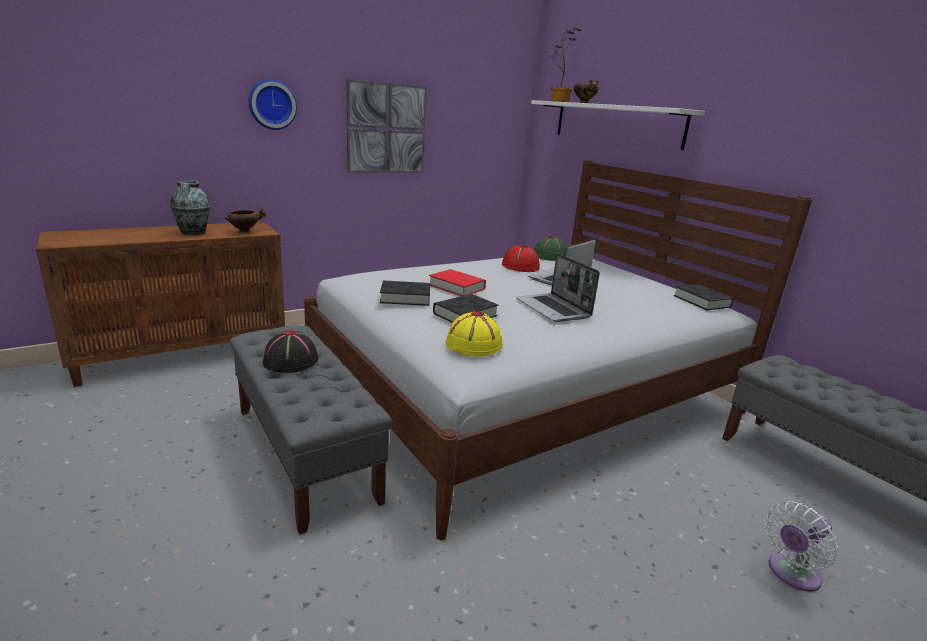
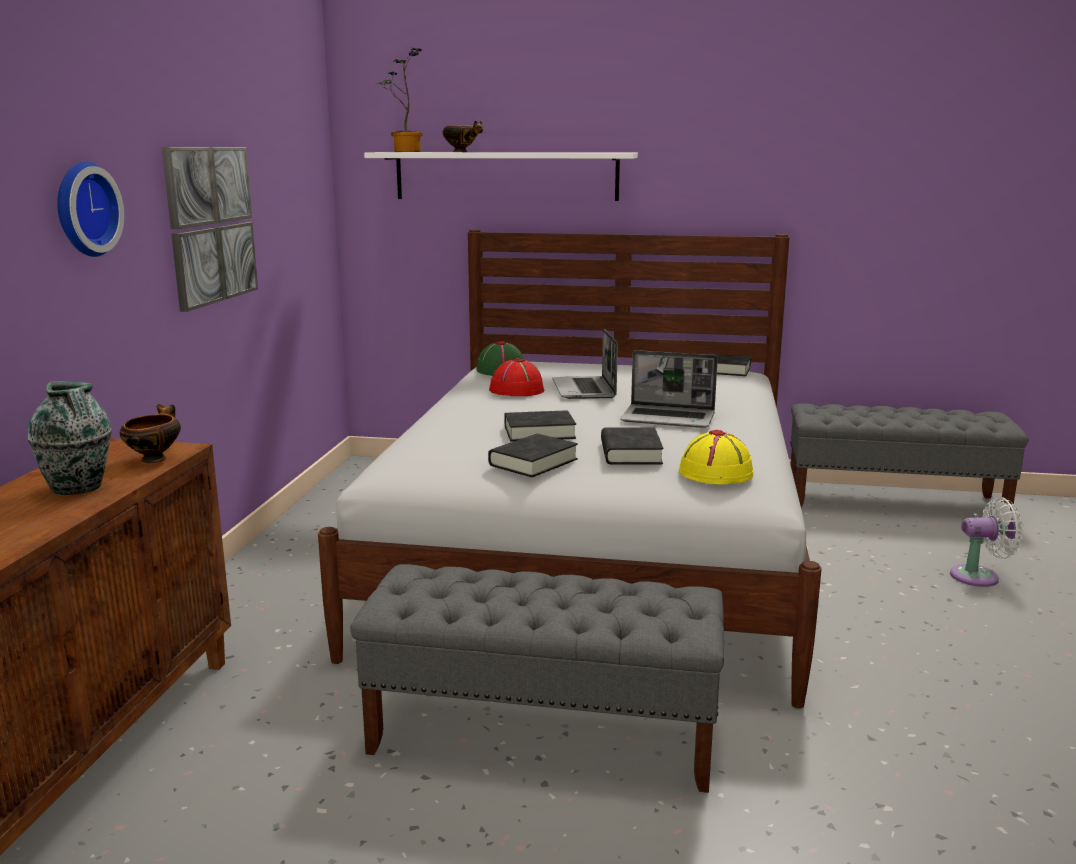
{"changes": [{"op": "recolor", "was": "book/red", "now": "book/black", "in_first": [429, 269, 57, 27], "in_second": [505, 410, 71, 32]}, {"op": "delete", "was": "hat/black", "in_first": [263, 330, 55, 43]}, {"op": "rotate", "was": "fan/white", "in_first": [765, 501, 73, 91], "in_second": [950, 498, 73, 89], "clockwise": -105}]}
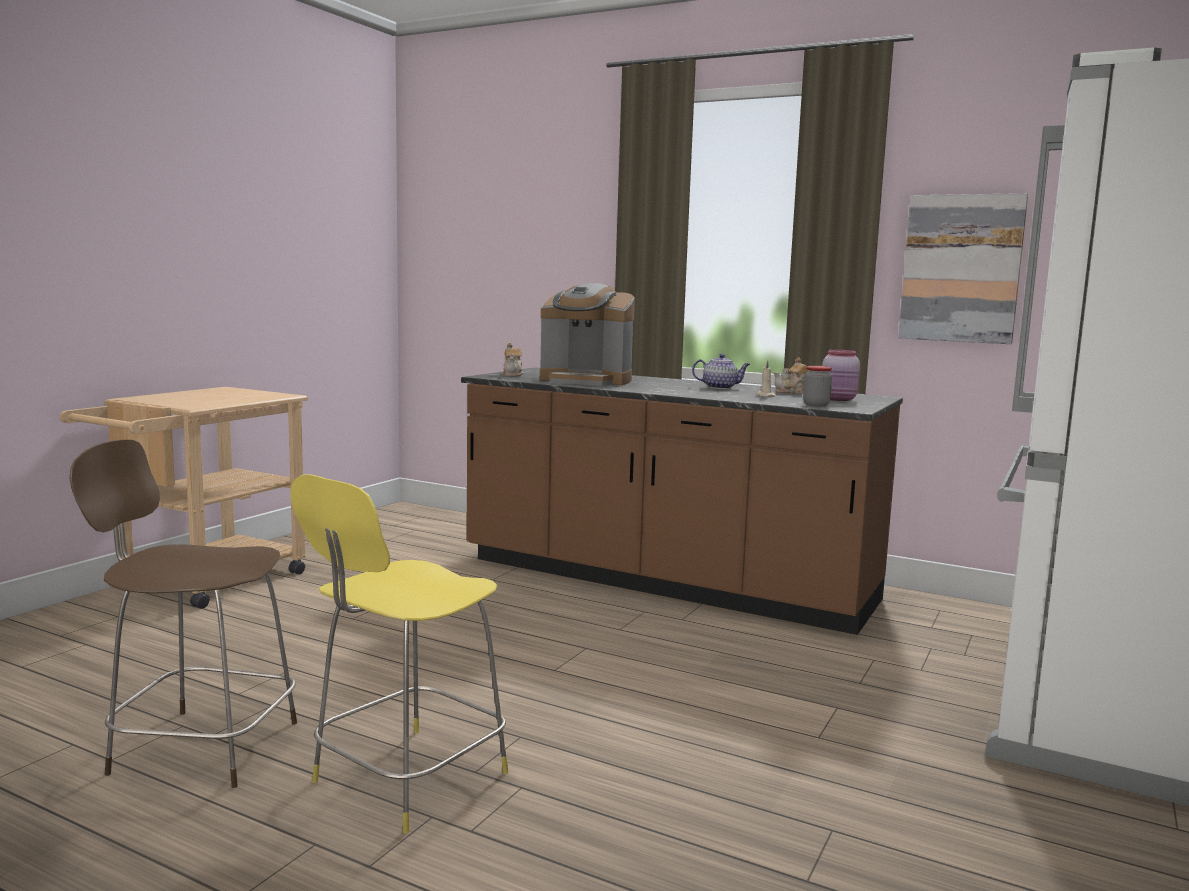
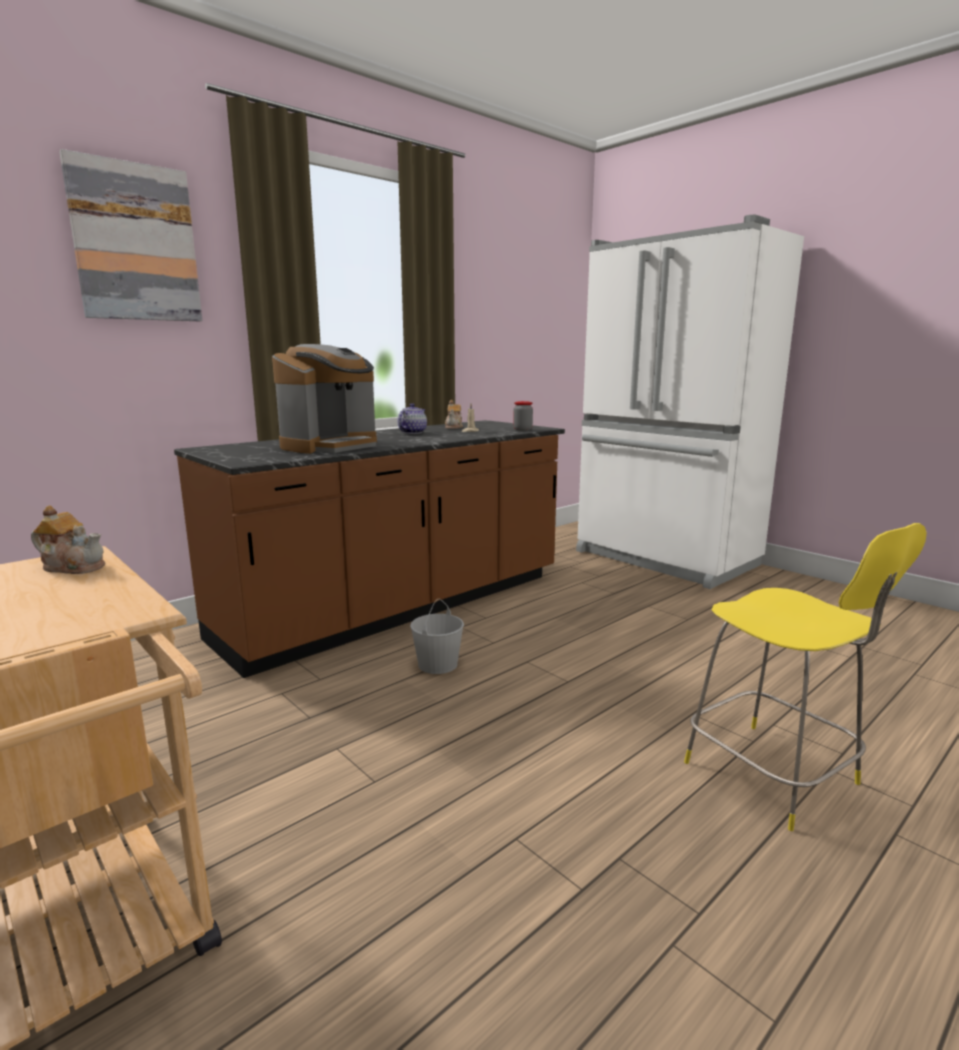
{"changes": [{"op": "move", "was": "picture", "in_first": [898, 193, 130, 151], "in_second": [59, 149, 143, 172]}, {"op": "move", "was": "teapot", "in_first": [503, 343, 20, 33], "in_second": [31, 505, 74, 69]}, {"op": "delete", "was": "jar/pink", "in_first": [822, 349, 38, 52]}, {"op": "delete", "was": "chair/brown", "in_first": [69, 439, 228, 349]}, {"op": "insert", "now": "bucket/white", "in_second": [410, 599, 54, 75]}]}
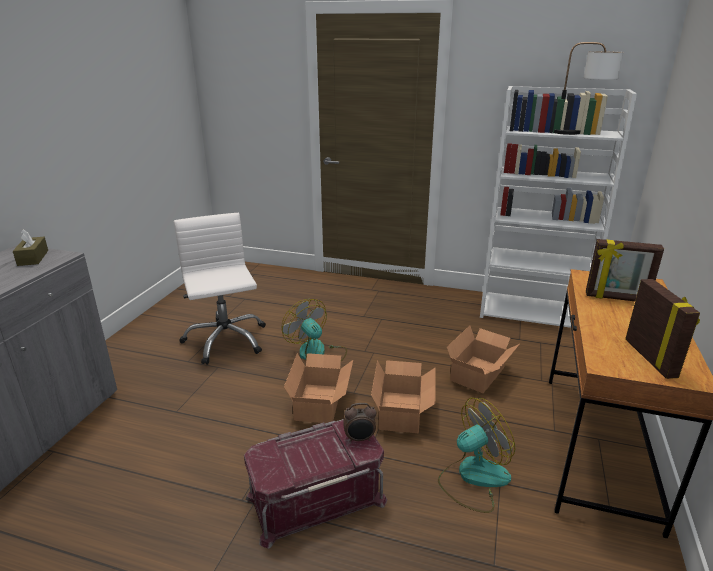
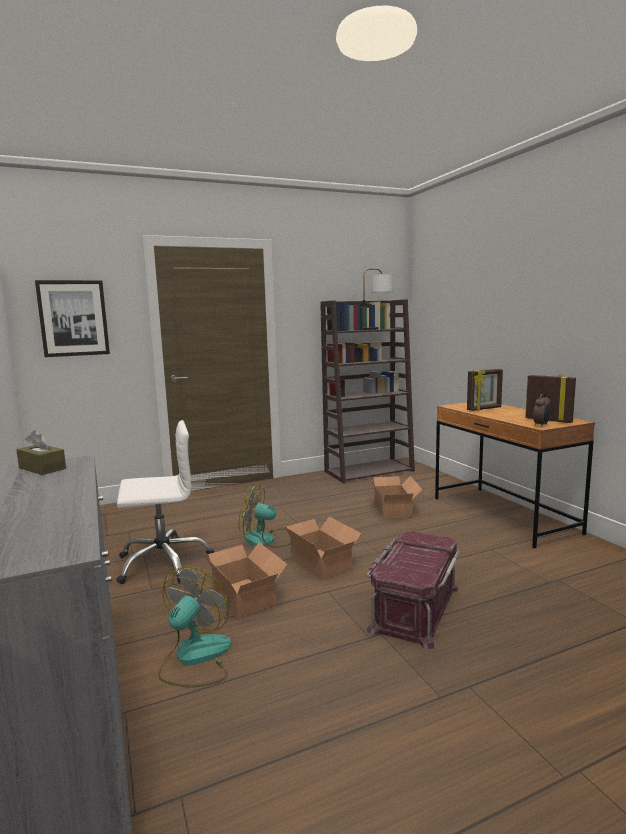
{"changes": [{"op": "recolor", "was": "bookcase/white", "now": "bookcase/brown", "in_first": [480, 86, 157, 242], "in_second": [320, 299, 95, 185]}, {"op": "rotate", "was": "office chair/white", "in_first": [174, 213, 92, 152], "in_second": [116, 420, 98, 164], "clockwise": 135}, {"op": "move", "was": "cardboard box", "in_first": [371, 360, 64, 73], "in_second": [203, 542, 84, 76]}, {"op": "move", "was": "fan", "in_first": [438, 398, 77, 115], "in_second": [158, 566, 74, 121]}, {"op": "move", "was": "alarm clock", "in_first": [343, 403, 33, 40], "in_second": [533, 393, 18, 34]}, {"op": "insert", "now": "picture", "in_second": [35, 280, 75, 77]}]}
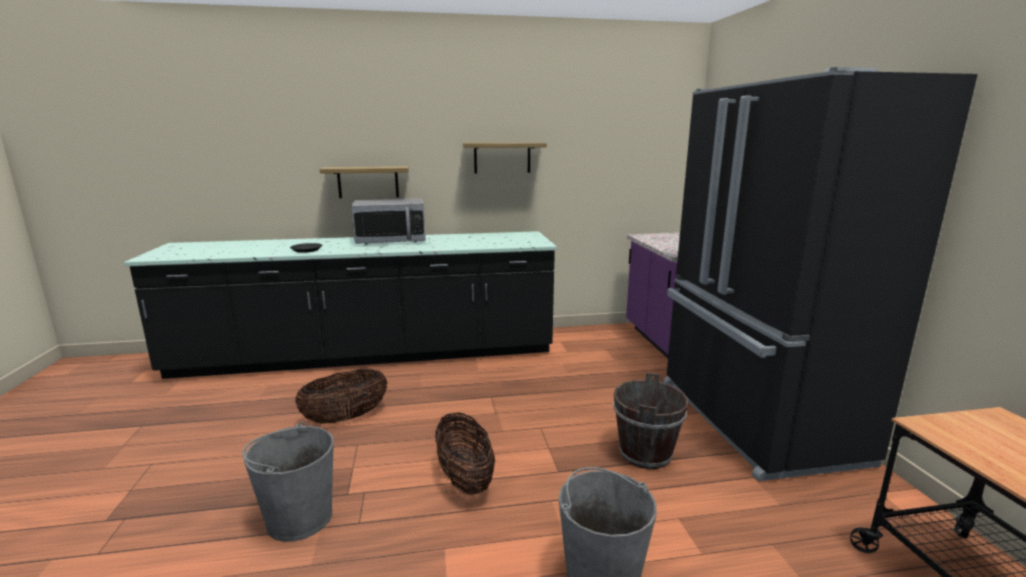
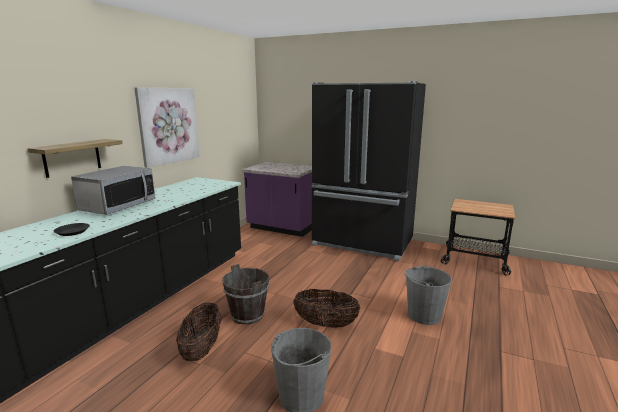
{"changes": [{"op": "replace", "was": "shelf", "now": "picture", "in_first": [463, 143, 84, 31], "in_second": [134, 87, 66, 81]}, {"op": "move", "was": "bucket/brown", "in_first": [613, 372, 75, 97], "in_second": [222, 264, 48, 61]}]}
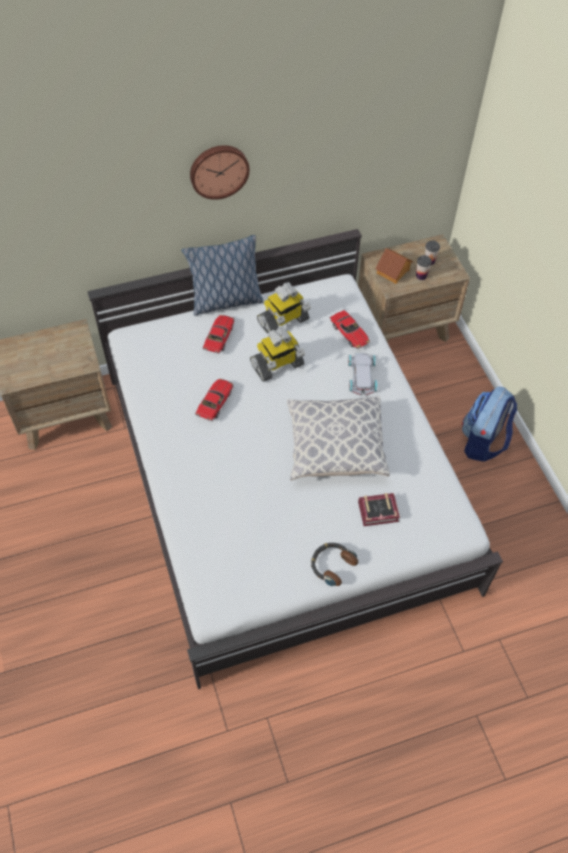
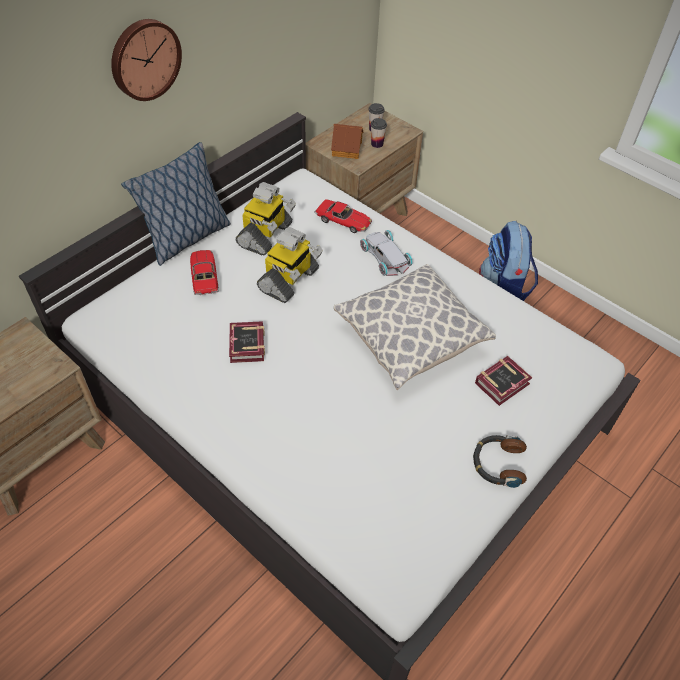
{"changes": [{"op": "replace", "was": "toy car", "now": "book", "in_first": [195, 379, 38, 42], "in_second": [229, 321, 36, 42]}]}
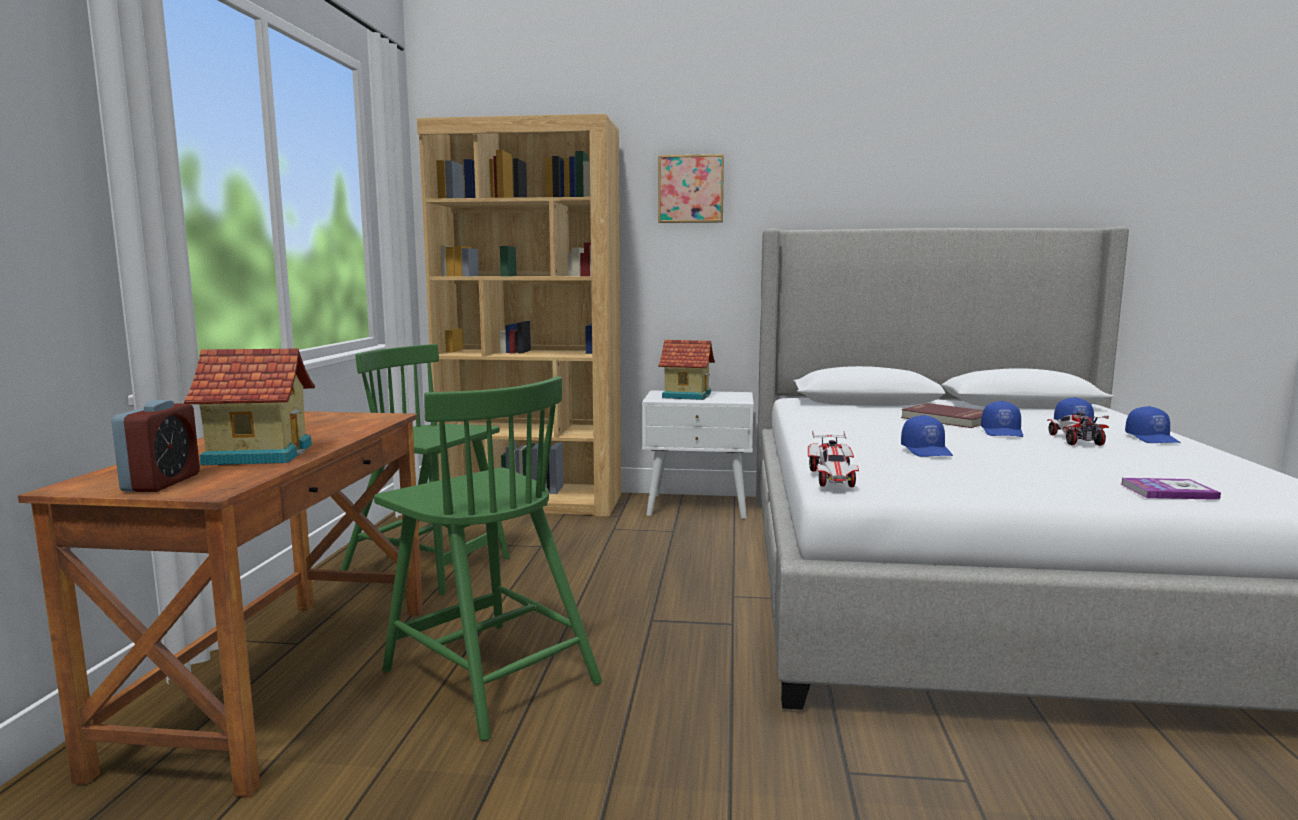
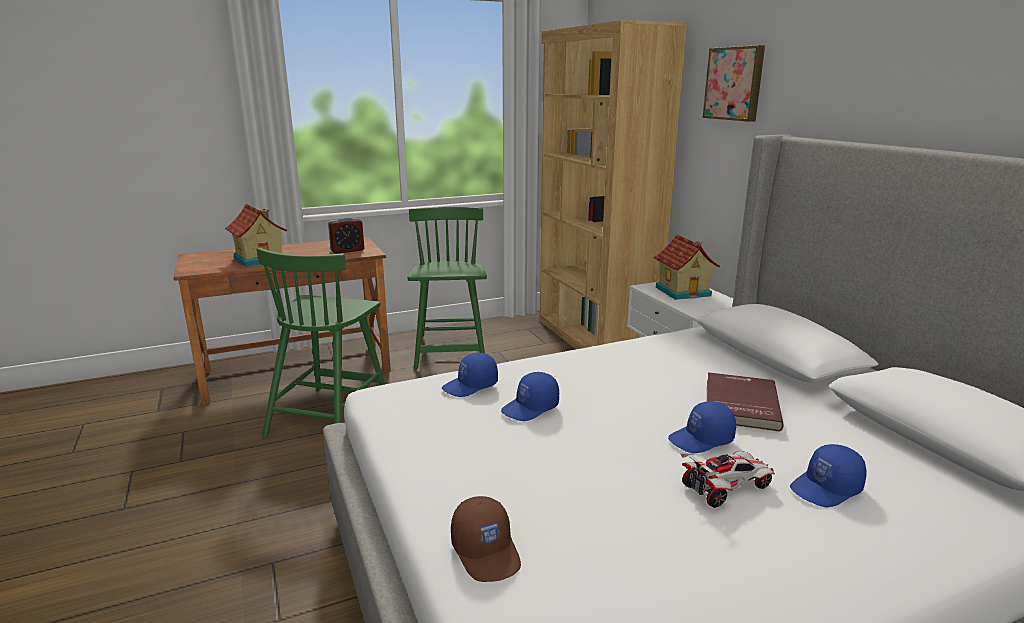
{"changes": [{"op": "move", "was": "alarm clock", "in_first": [111, 400, 89, 92], "in_second": [328, 217, 36, 37]}, {"op": "move", "was": "cap/blue", "in_first": [1125, 406, 55, 37], "in_second": [442, 353, 56, 44]}, {"op": "delete", "was": "toy car", "in_first": [808, 431, 51, 56]}, {"op": "replace", "was": "book", "now": "cap/brown", "in_first": [1120, 478, 101, 22], "in_second": [451, 496, 70, 86]}]}
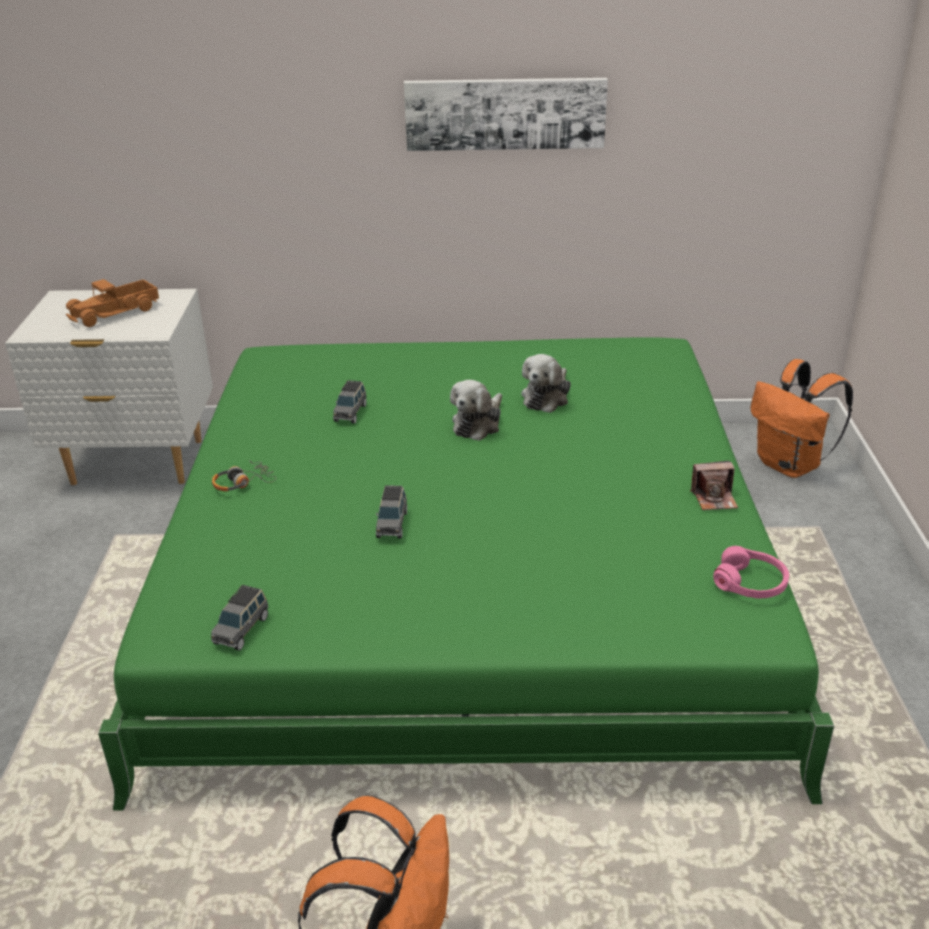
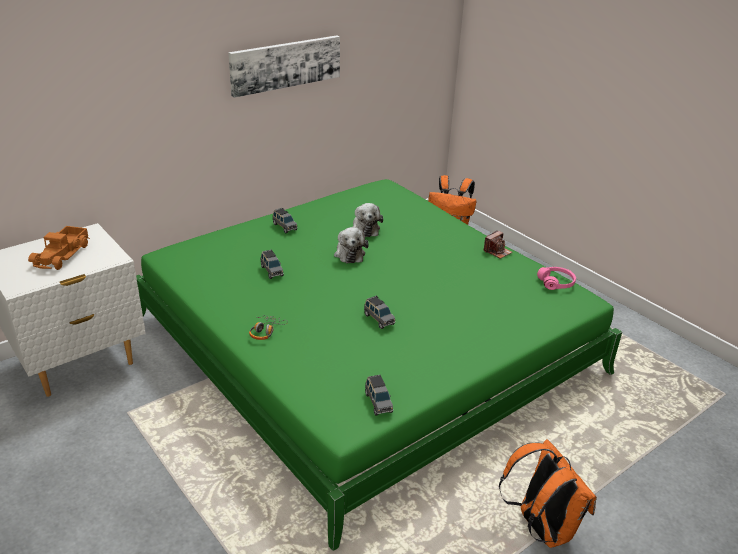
{"changes": [{"op": "insert", "now": "toy car/grey", "in_second": [273, 208, 25, 25]}]}
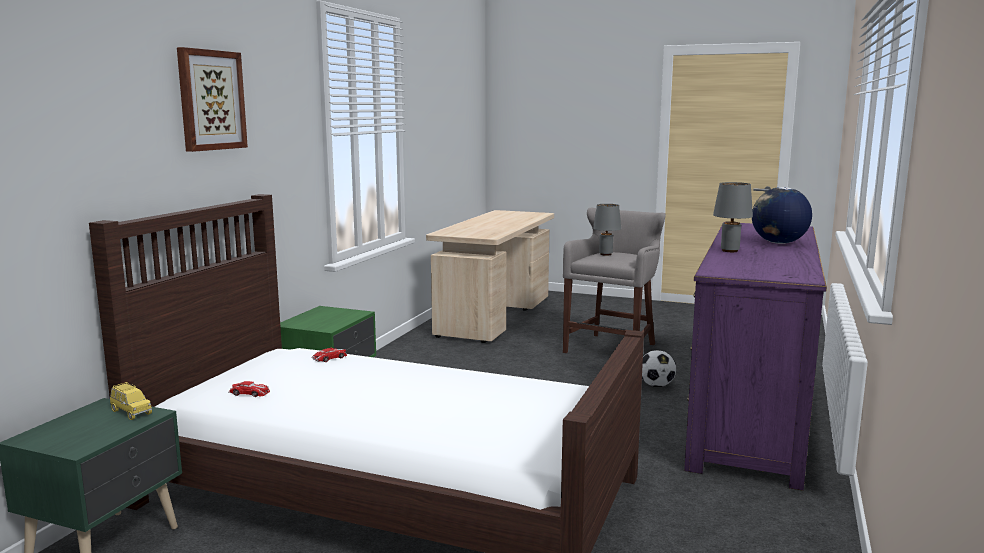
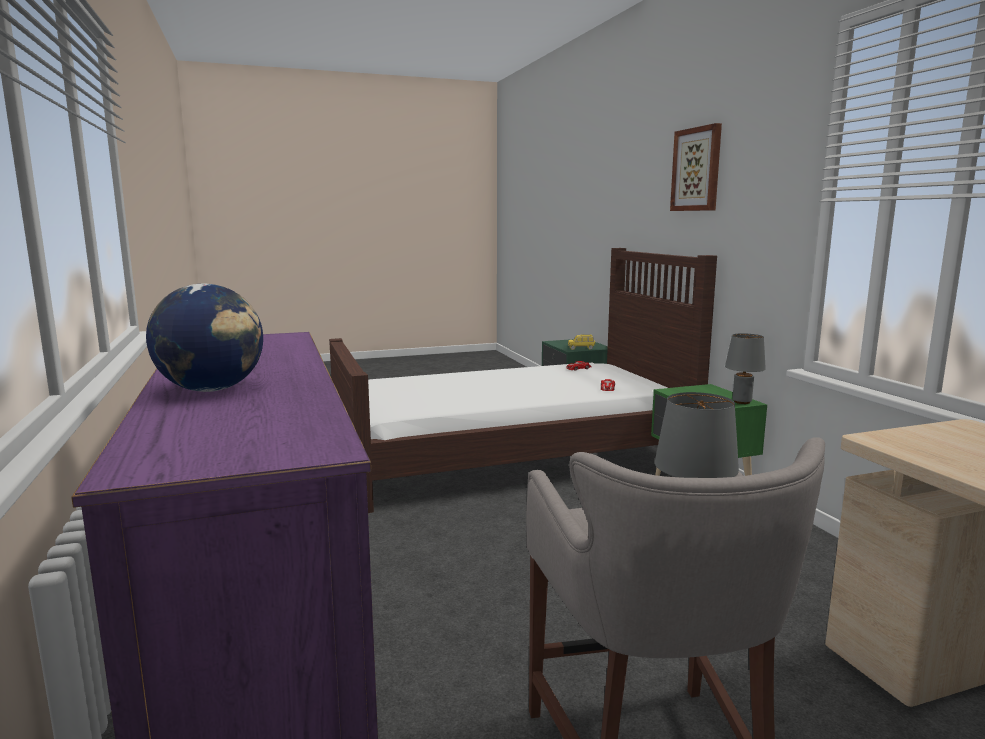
{"changes": [{"op": "move", "was": "table lamp/grey", "in_first": [713, 182, 40, 70], "in_second": [725, 333, 41, 71]}, {"op": "delete", "was": "football", "in_first": [642, 350, 34, 37]}]}
